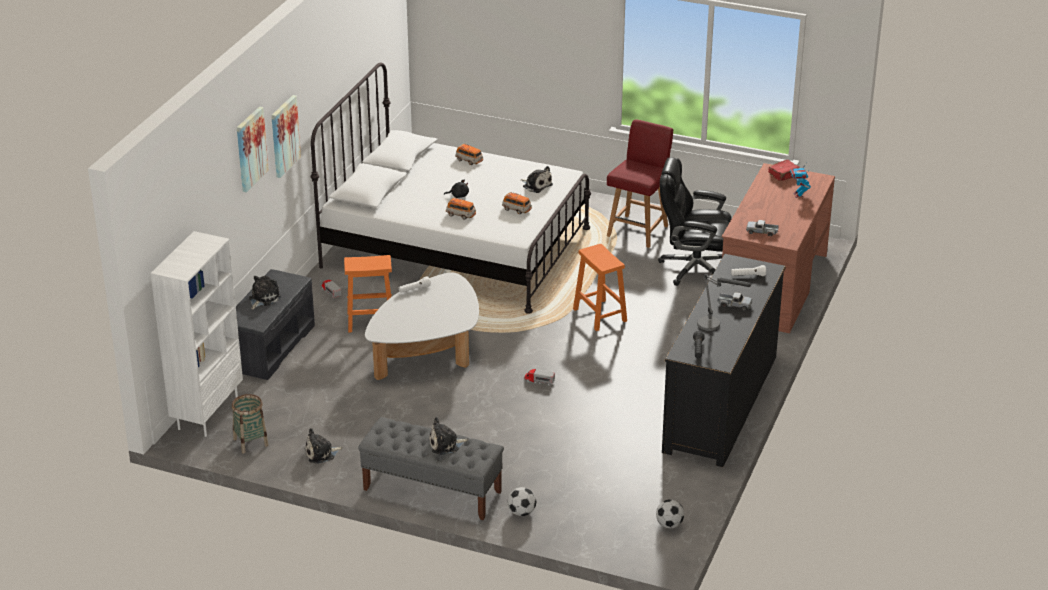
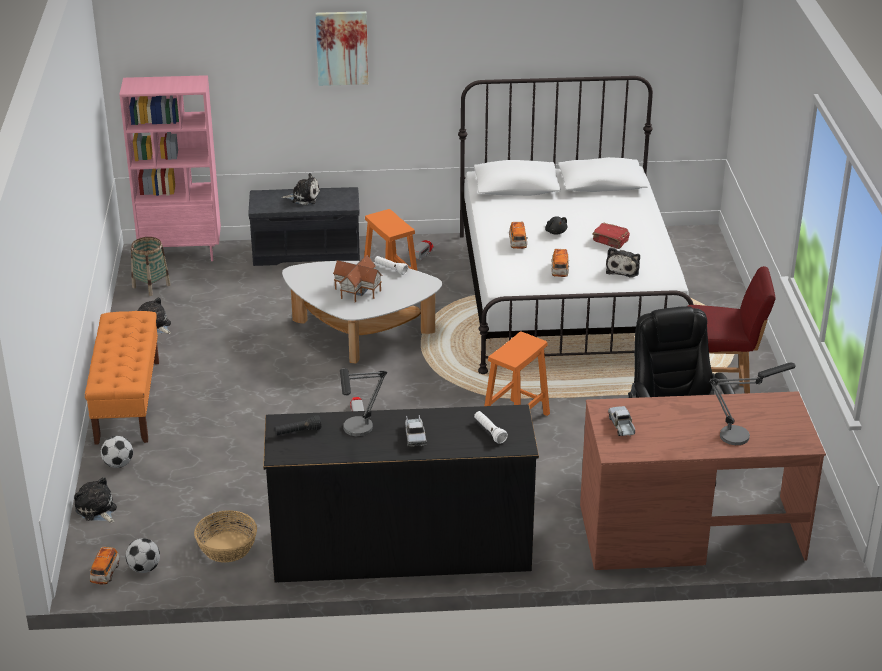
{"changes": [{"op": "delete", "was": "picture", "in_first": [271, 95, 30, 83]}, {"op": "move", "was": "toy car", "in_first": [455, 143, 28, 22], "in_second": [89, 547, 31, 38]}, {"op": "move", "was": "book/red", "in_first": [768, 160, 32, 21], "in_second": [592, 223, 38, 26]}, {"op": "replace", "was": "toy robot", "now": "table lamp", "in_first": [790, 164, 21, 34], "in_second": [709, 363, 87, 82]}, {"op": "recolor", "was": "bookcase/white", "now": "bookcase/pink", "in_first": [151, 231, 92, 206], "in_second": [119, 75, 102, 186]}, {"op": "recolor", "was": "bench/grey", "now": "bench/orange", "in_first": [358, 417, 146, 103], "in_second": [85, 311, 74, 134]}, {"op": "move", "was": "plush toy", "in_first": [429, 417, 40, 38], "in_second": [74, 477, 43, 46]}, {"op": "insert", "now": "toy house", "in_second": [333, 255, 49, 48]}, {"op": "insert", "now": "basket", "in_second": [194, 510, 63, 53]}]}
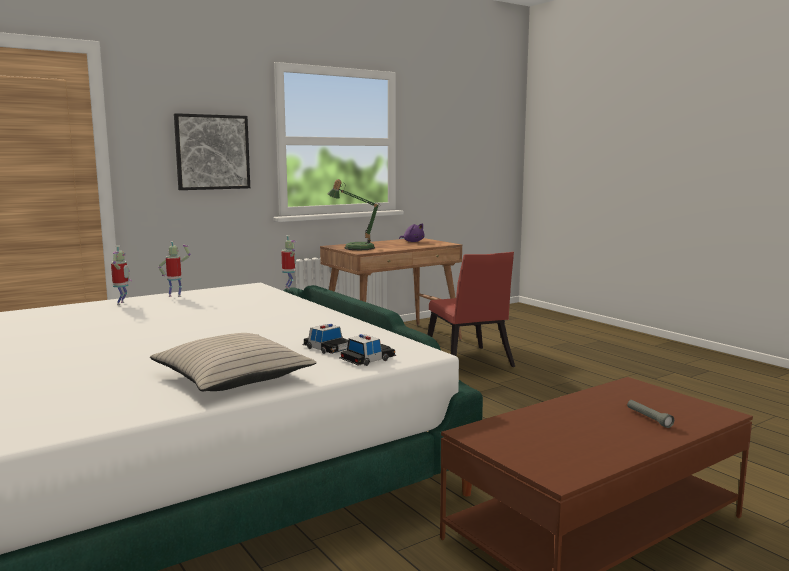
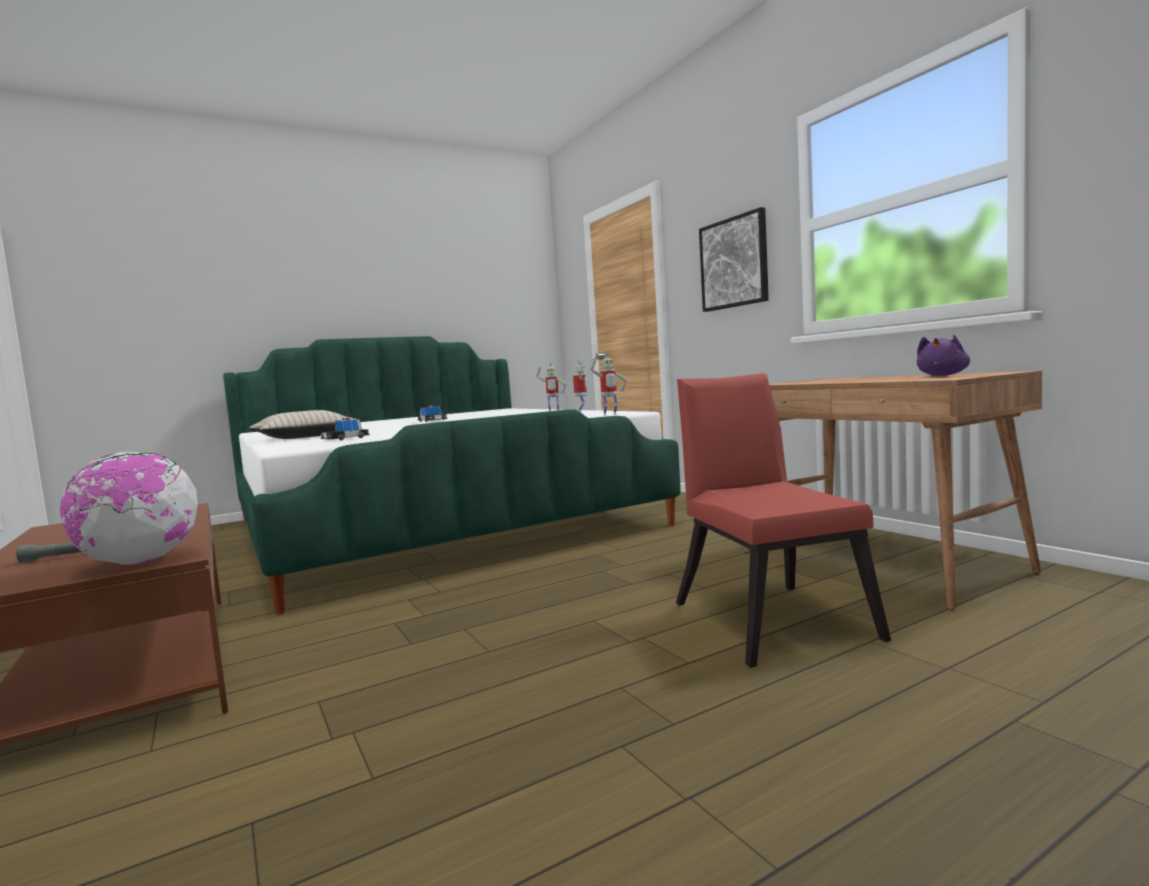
{"changes": [{"op": "delete", "was": "table lamp", "in_first": [328, 179, 52, 71]}, {"op": "rotate", "was": "chair/red", "in_first": [427, 252, 88, 115], "in_second": [676, 373, 215, 295], "clockwise": 90}, {"op": "move", "was": "toy car", "in_first": [339, 334, 57, 32], "in_second": [418, 405, 30, 17]}, {"op": "insert", "now": "globe", "in_second": [60, 452, 138, 113]}]}
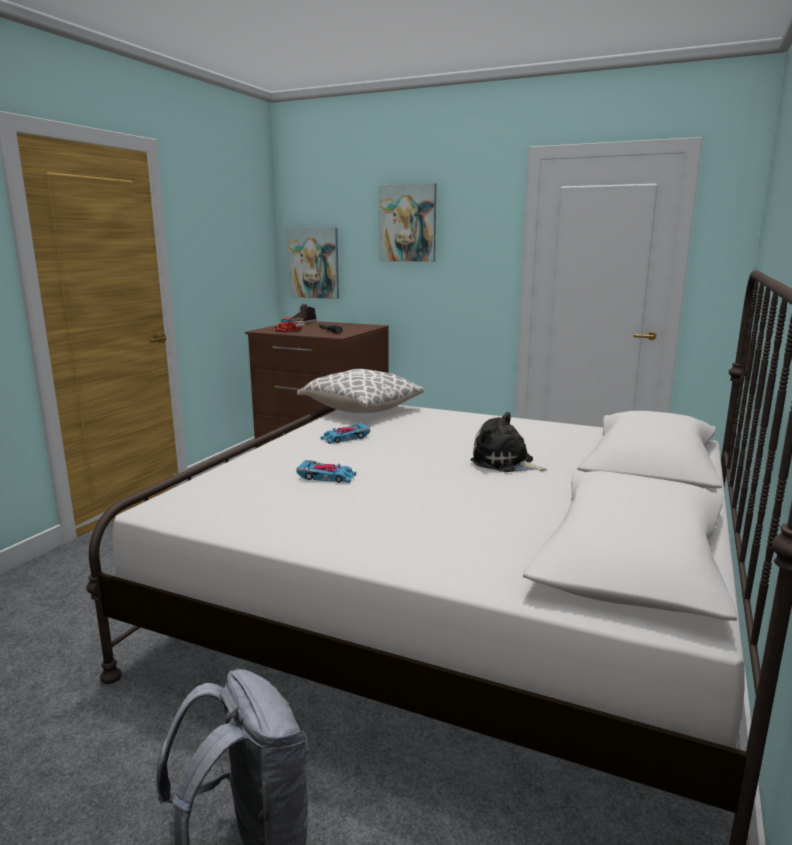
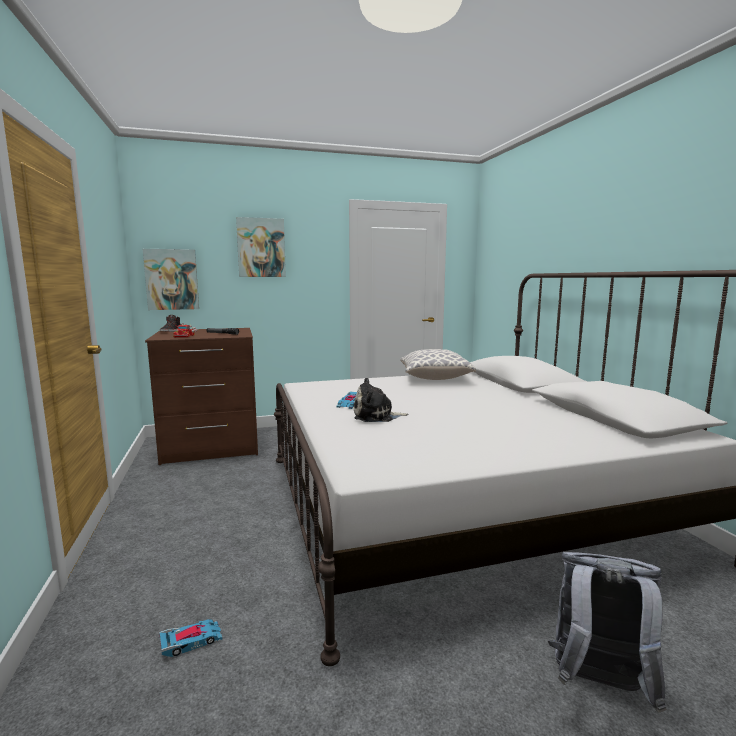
{"changes": [{"op": "move", "was": "pillow", "in_first": [297, 369, 127, 44], "in_second": [400, 349, 76, 31]}, {"op": "move", "was": "plush toy", "in_first": [470, 412, 78, 60], "in_second": [354, 378, 55, 44]}, {"op": "move", "was": "toy car", "in_first": [296, 460, 60, 23], "in_second": [159, 619, 63, 38]}]}
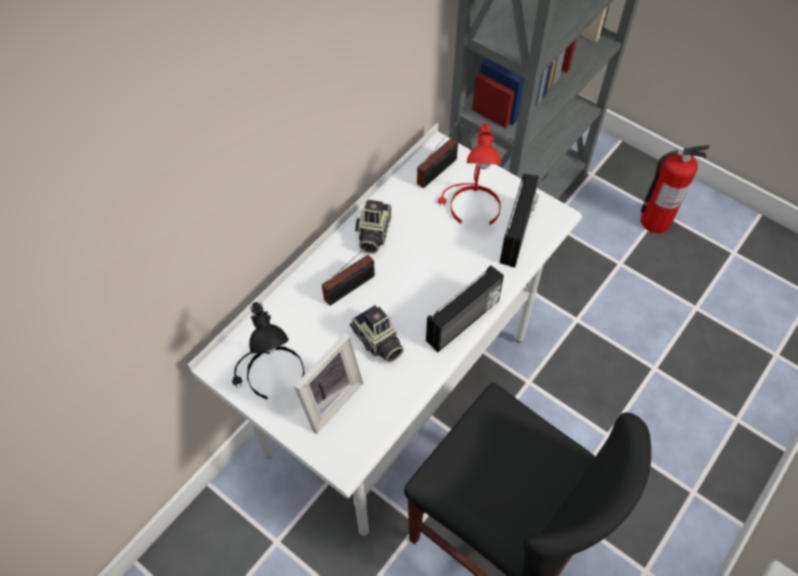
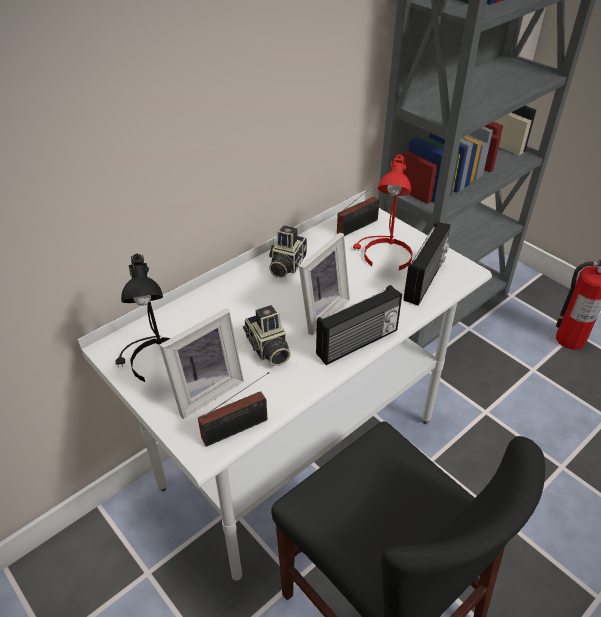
{"changes": [{"op": "move", "was": "radio", "in_first": [322, 239, 53, 67], "in_second": [198, 372, 71, 75]}, {"op": "insert", "now": "picture frame", "in_second": [299, 233, 51, 102]}]}
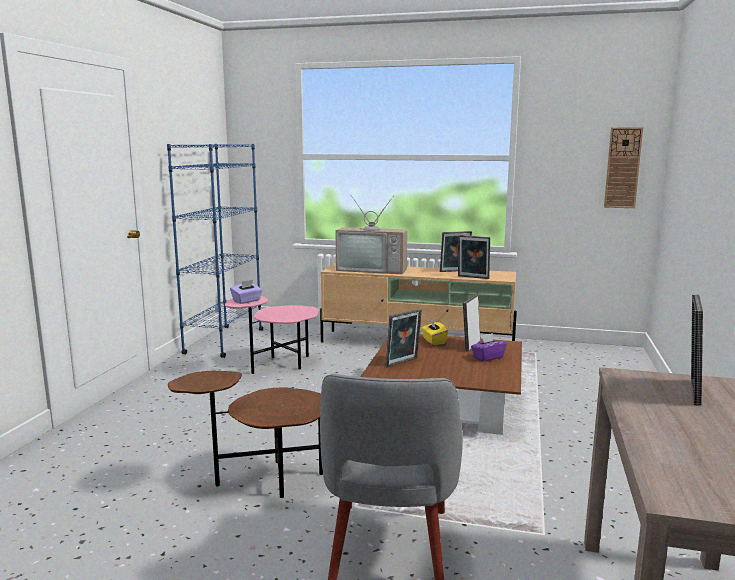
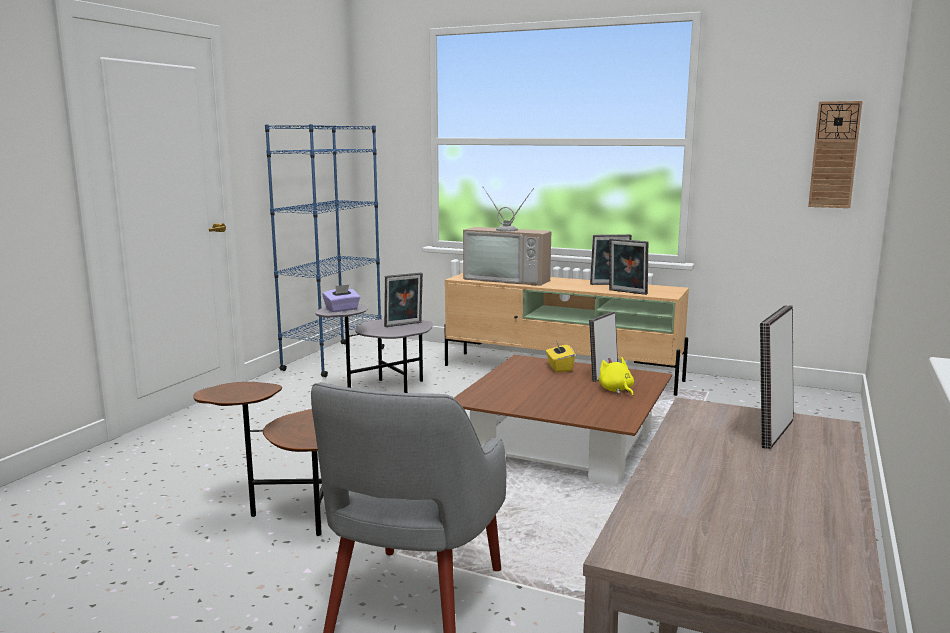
{"changes": [{"op": "recolor", "was": "side table/pink", "now": "side table/grey", "in_first": [225, 296, 93, 78], "in_second": [315, 304, 119, 89]}, {"op": "move", "was": "picture frame", "in_first": [385, 309, 37, 58], "in_second": [384, 272, 39, 55]}, {"op": "replace", "was": "tissue box/purple", "now": "plush toy/yellow", "in_first": [471, 333, 36, 29], "in_second": [599, 357, 35, 39]}]}
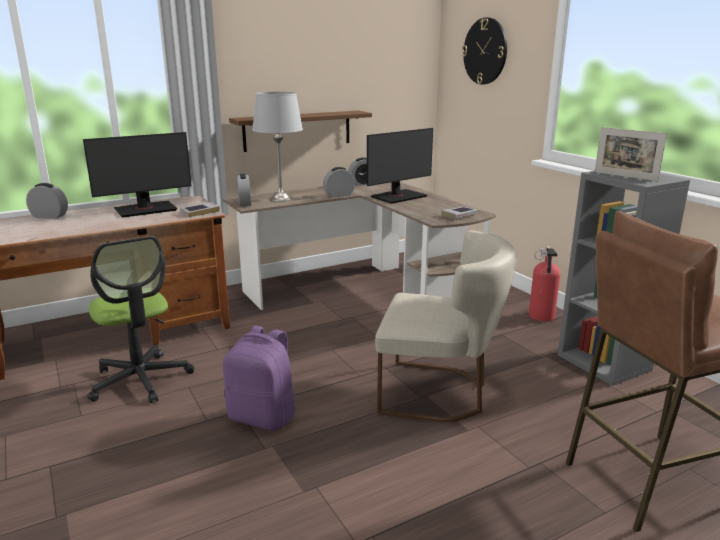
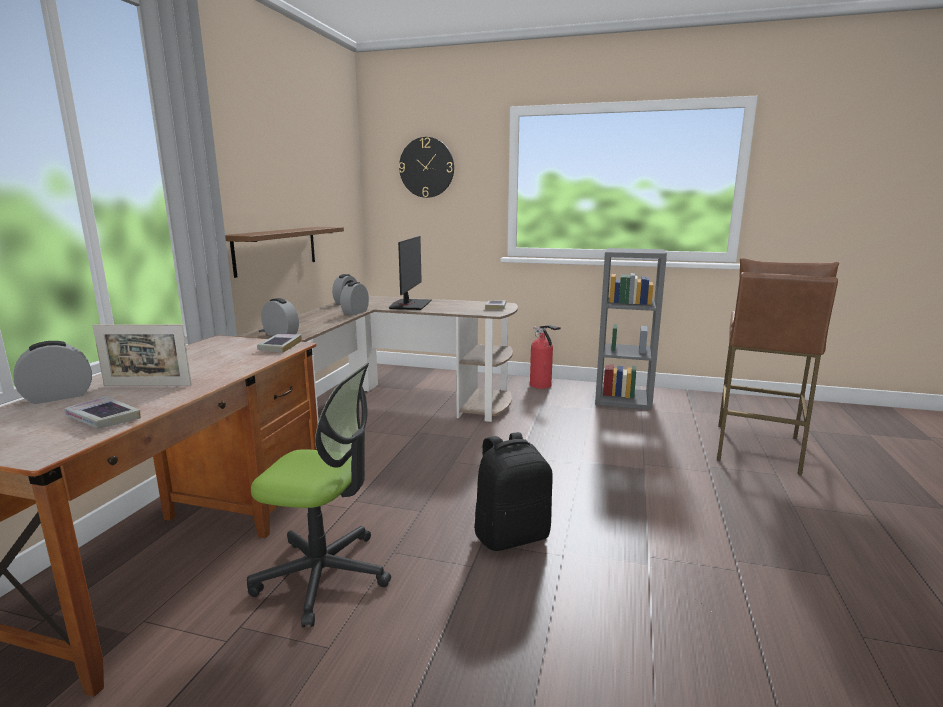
{"changes": [{"op": "delete", "was": "table lamp/grey", "in_first": [252, 91, 51, 110]}, {"op": "move", "was": "picture frame", "in_first": [595, 127, 72, 54], "in_second": [92, 324, 100, 62]}, {"op": "delete", "was": "monitor", "in_first": [83, 132, 109, 86]}, {"op": "delete", "was": "chair/beige", "in_first": [375, 230, 142, 192]}, {"op": "recolor", "was": "backpack/purple", "now": "backpack/black", "in_first": [223, 326, 73, 105], "in_second": [474, 432, 79, 119]}, {"op": "insert", "now": "book", "in_second": [64, 396, 77, 32]}]}
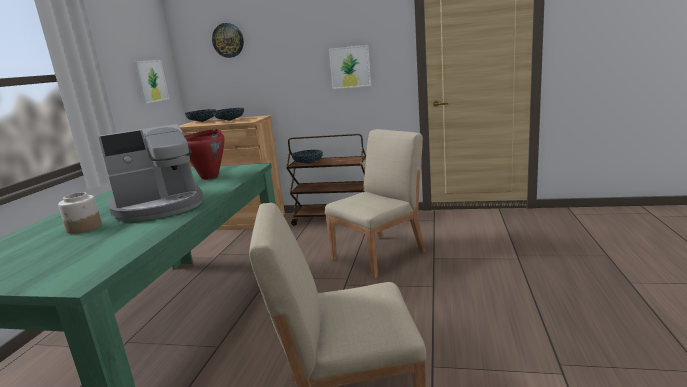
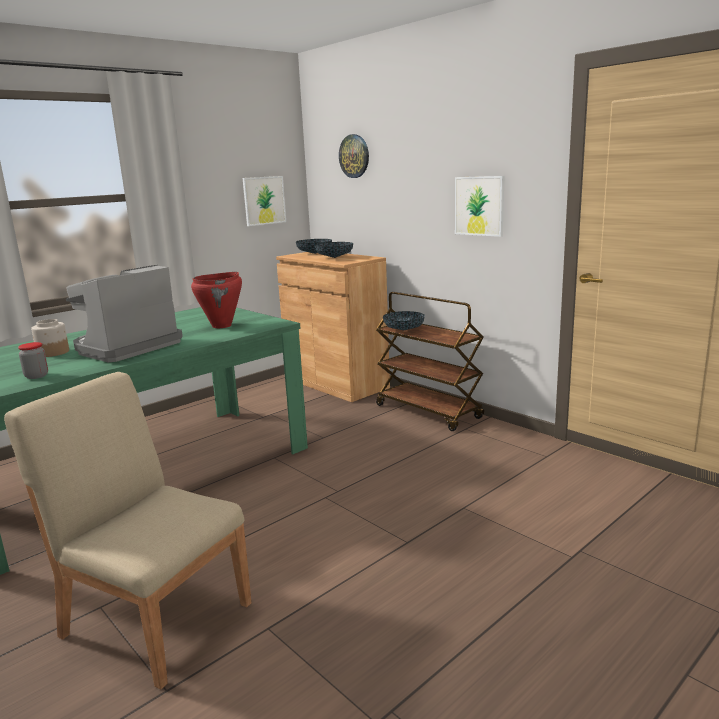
{"changes": [{"op": "rotate", "was": "coffee machine", "in_first": [99, 124, 104, 98], "in_second": [66, 265, 117, 97], "clockwise": 120}, {"op": "delete", "was": "chair/beige", "in_first": [325, 129, 101, 149]}, {"op": "insert", "now": "jar", "in_second": [18, 342, 30, 37]}]}
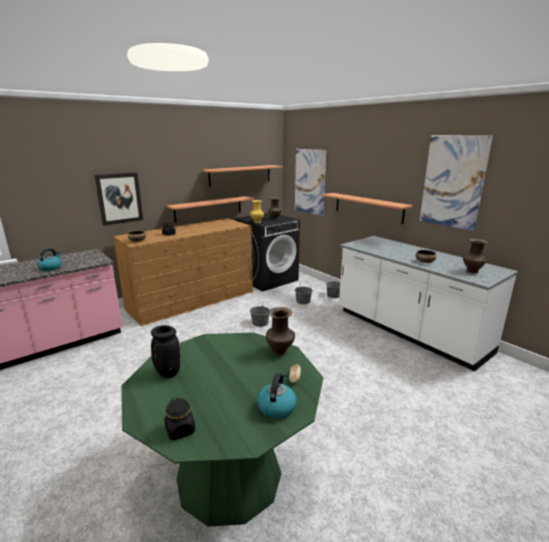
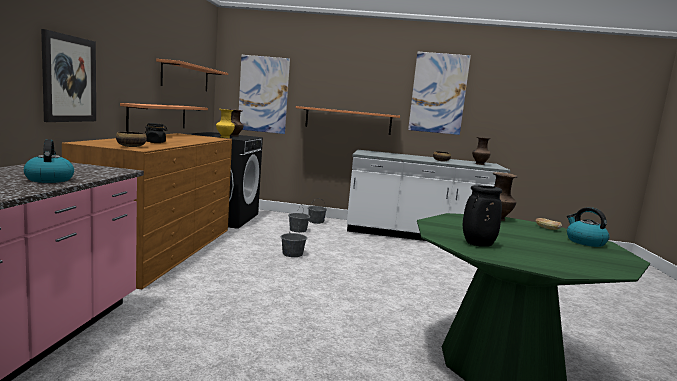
{"changes": [{"op": "delete", "was": "jar/black", "in_first": [164, 398, 31, 42]}]}
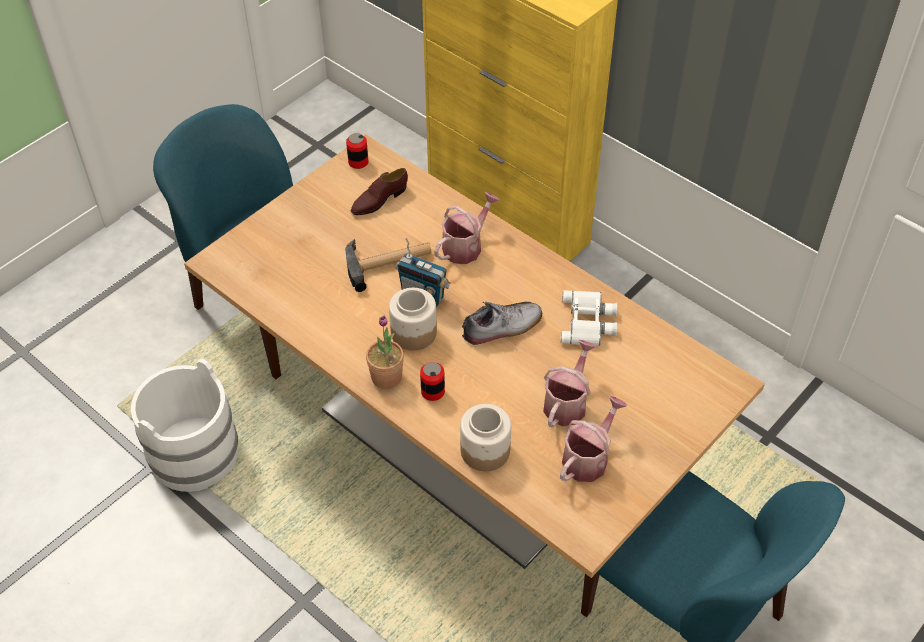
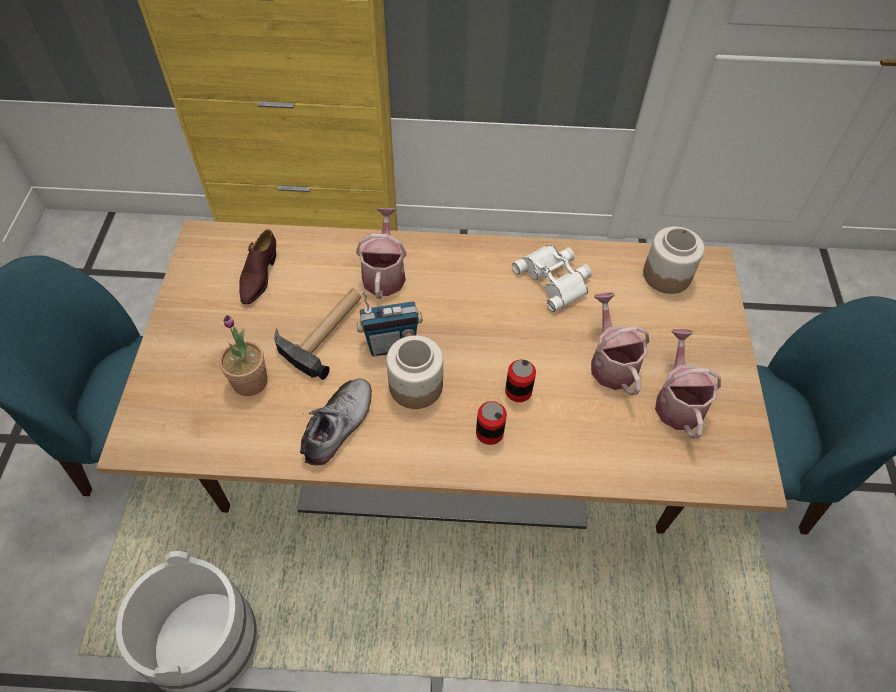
{"changes": [{"op": "move", "was": "can", "in_first": [346, 133, 22, 36], "in_second": [505, 360, 31, 42]}, {"op": "move", "was": "shoe", "in_first": [462, 302, 80, 43], "in_second": [300, 379, 72, 87]}, {"op": "move", "was": "potted plant", "in_first": [366, 316, 38, 73], "in_second": [219, 315, 49, 81]}, {"op": "move", "was": "jar", "in_first": [460, 404, 51, 67], "in_second": [643, 226, 61, 68]}]}
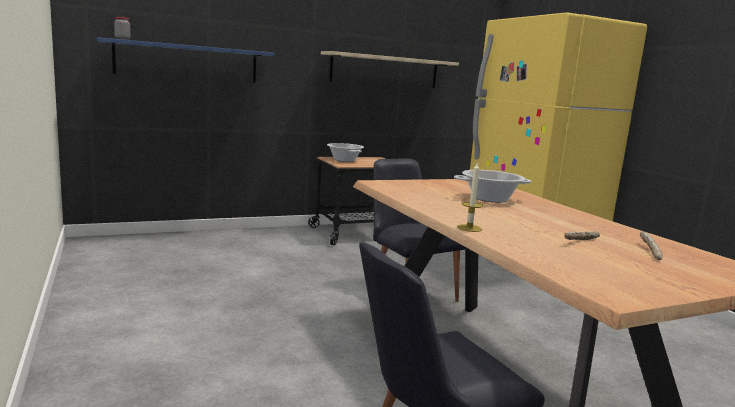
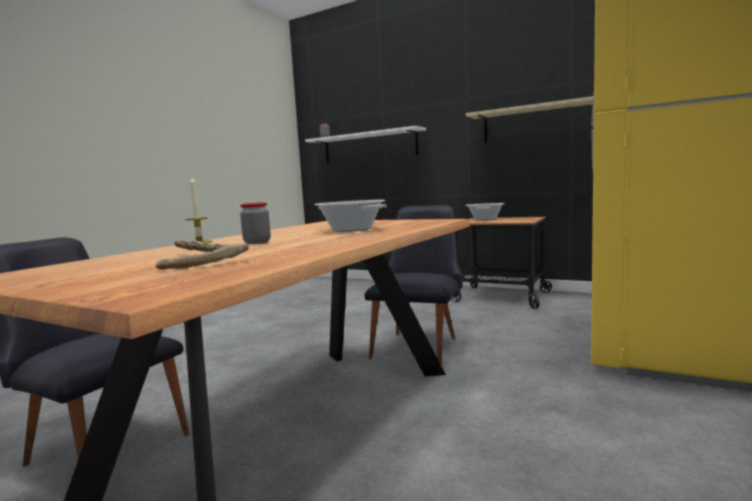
{"changes": [{"op": "recolor", "was": "shelf/blue", "now": "shelf/white", "in_first": [97, 37, 178, 46], "in_second": [305, 126, 121, 37]}, {"op": "insert", "now": "jar", "in_second": [240, 202, 31, 42]}]}
